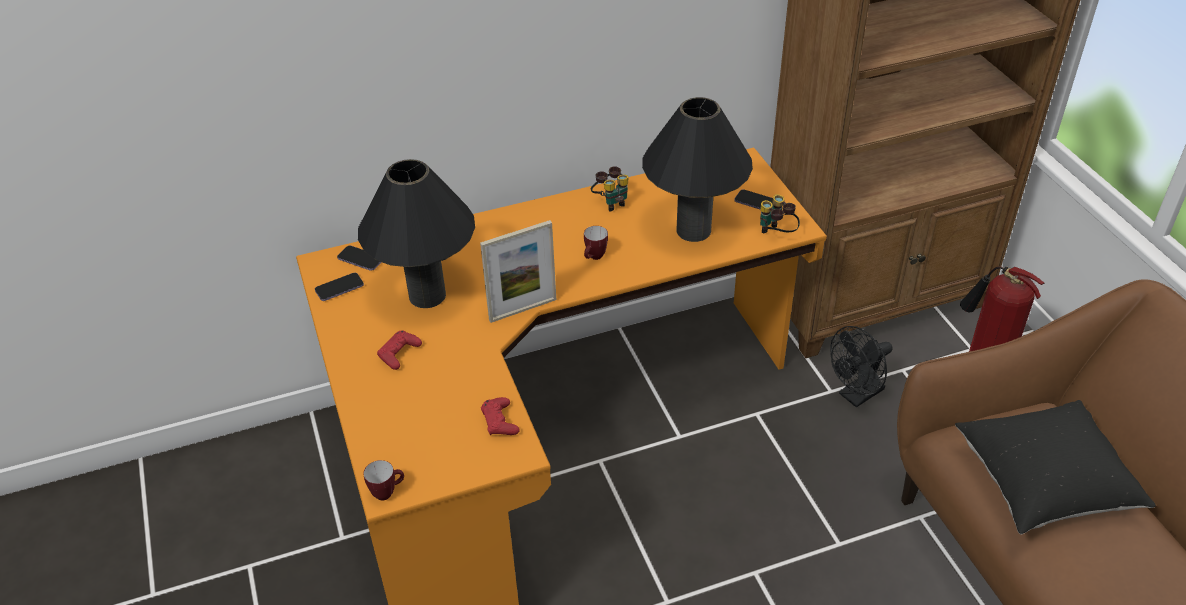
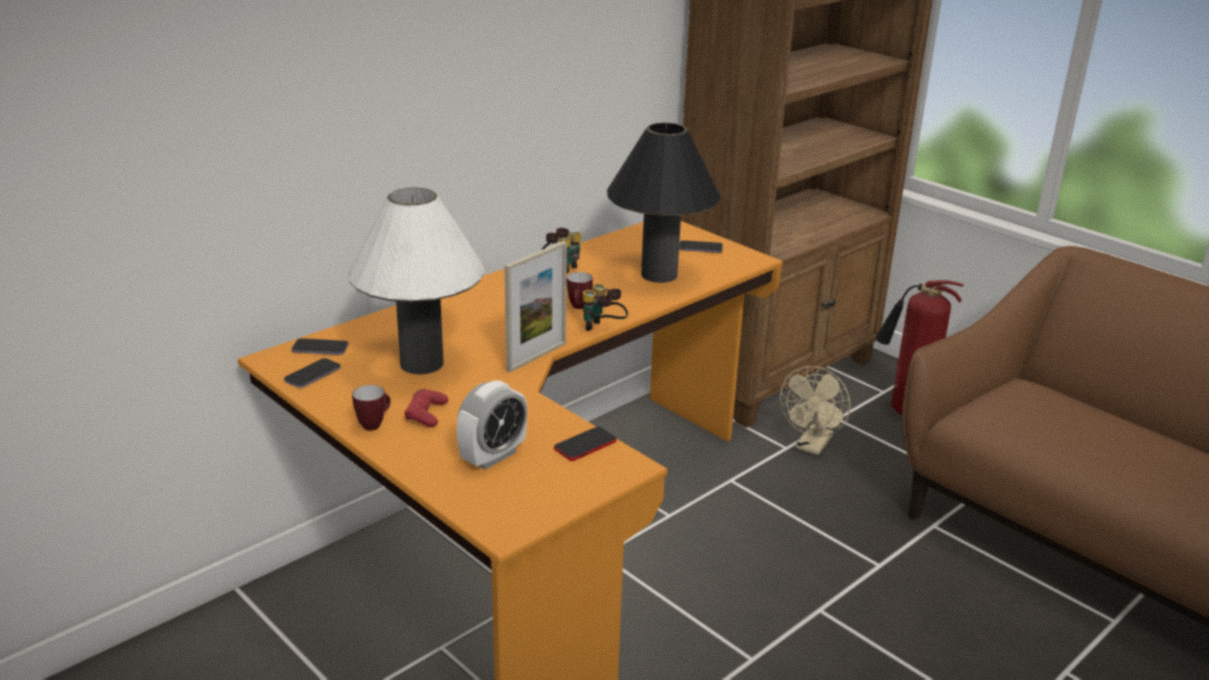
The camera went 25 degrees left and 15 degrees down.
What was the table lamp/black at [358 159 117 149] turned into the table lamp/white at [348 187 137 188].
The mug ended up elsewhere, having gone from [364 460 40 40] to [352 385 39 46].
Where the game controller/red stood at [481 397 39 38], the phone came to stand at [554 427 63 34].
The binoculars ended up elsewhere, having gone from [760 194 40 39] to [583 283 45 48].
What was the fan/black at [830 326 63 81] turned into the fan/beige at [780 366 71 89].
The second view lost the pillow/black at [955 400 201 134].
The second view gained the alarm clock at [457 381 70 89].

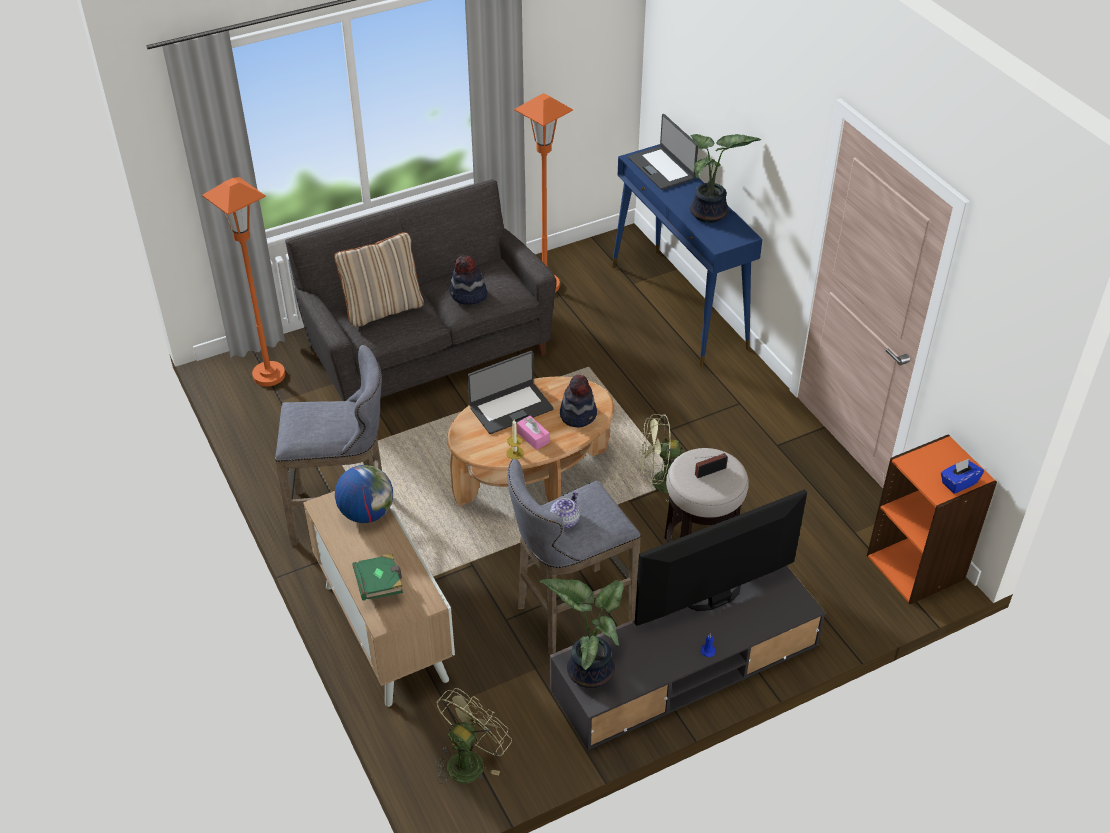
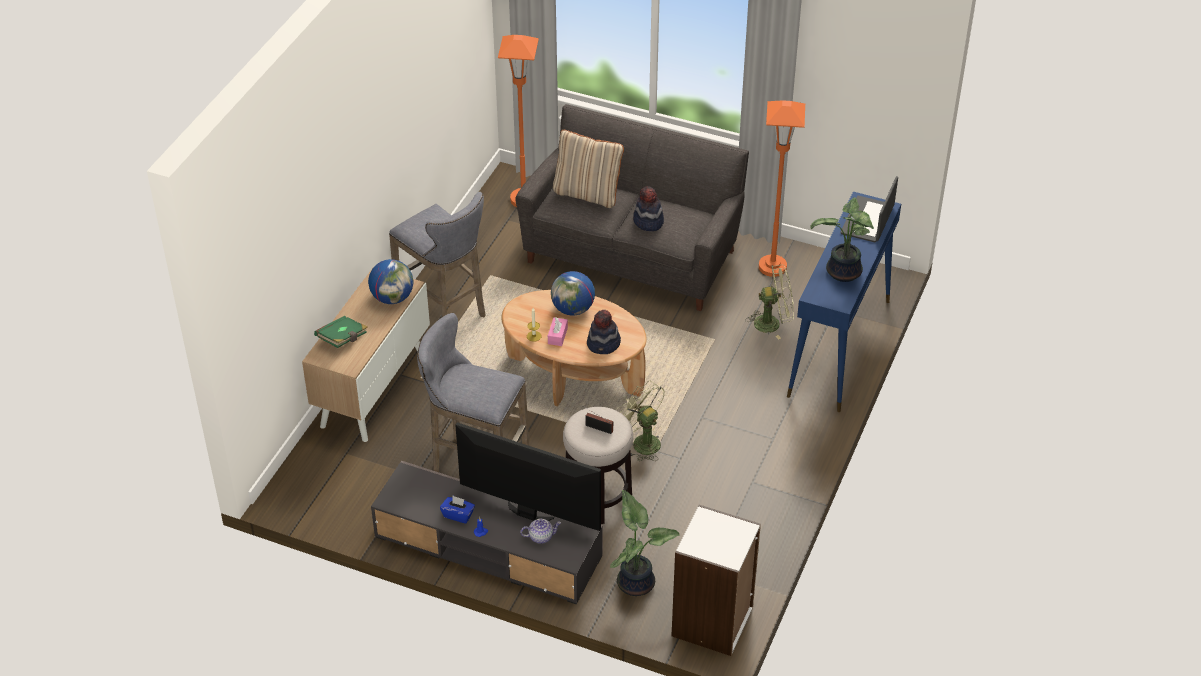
The camera went 50 degrees right and 0 degrees up.
The fan/green ended up elsewhere, having gone from [435 688 77 96] to [745 265 49 75].
Where the laptop stood at [467 351 87 83], the globe came to stand at [551 271 44 45].
The potted plant ended up elsewhere, having gone from [540 579 83 109] to [610 490 70 106].
The teapot ended up elsewhere, having gone from [550 490 30 39] to [520 519 41 25].
What was the bookcase/orange at [867 434 130 170] turned into the bookcase/white at [671 505 90 151].
The tissue box/blue ended up elsewhere, having gone from [941 459 43 35] to [440 496 35 28].

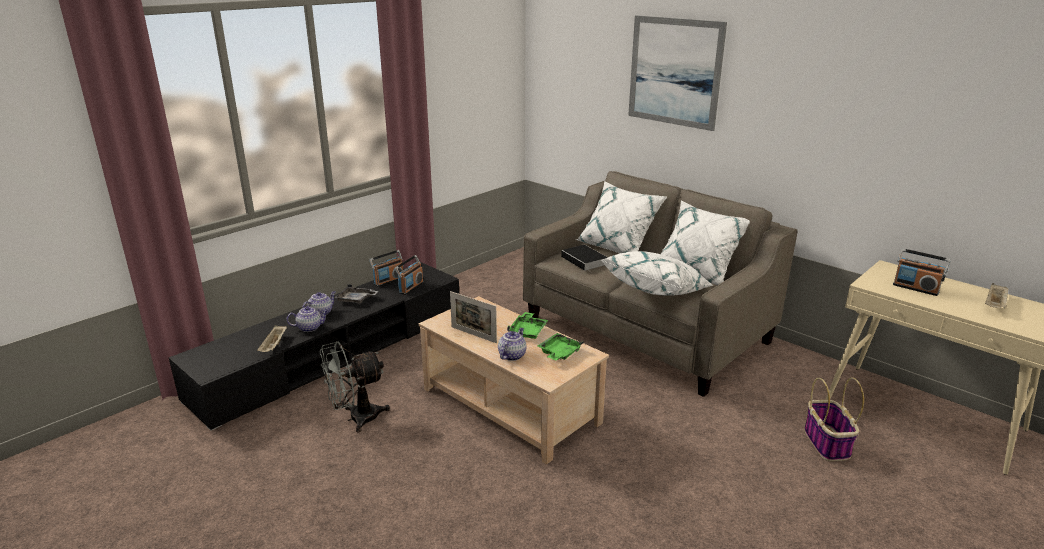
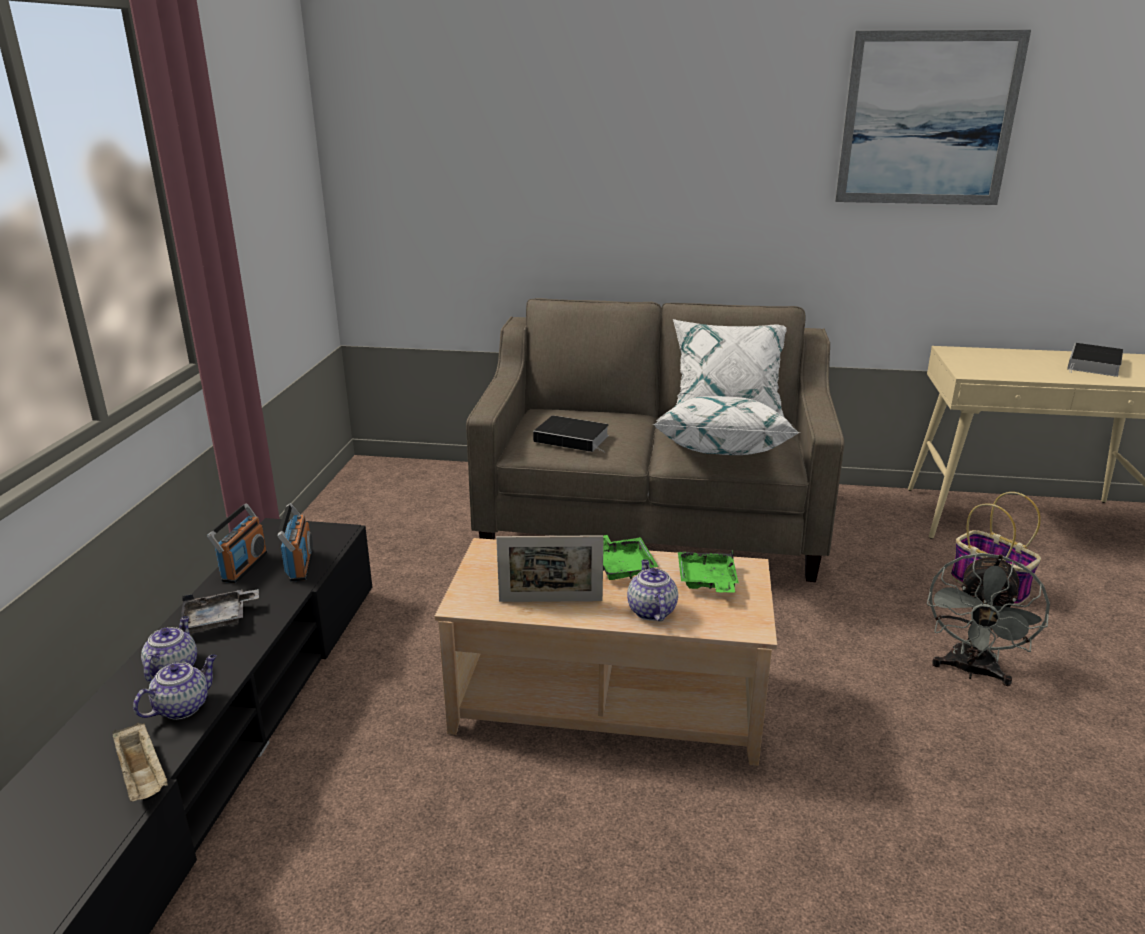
The camera went 35 degrees left and 0 degrees up.
The fan/grey ended up elsewhere, having gone from [320 341 70 92] to [927 553 123 133].
The second view lost the pillow/white at [575 181 92 72].
The picture ended up elsewhere, having gone from [628 15 99 116] to [835 30 196 175].
The second view lost the radio at [893 248 57 48].
Where the tray/beige stood at [985 283 24 25], the book came to stand at [1067 343 56 34].

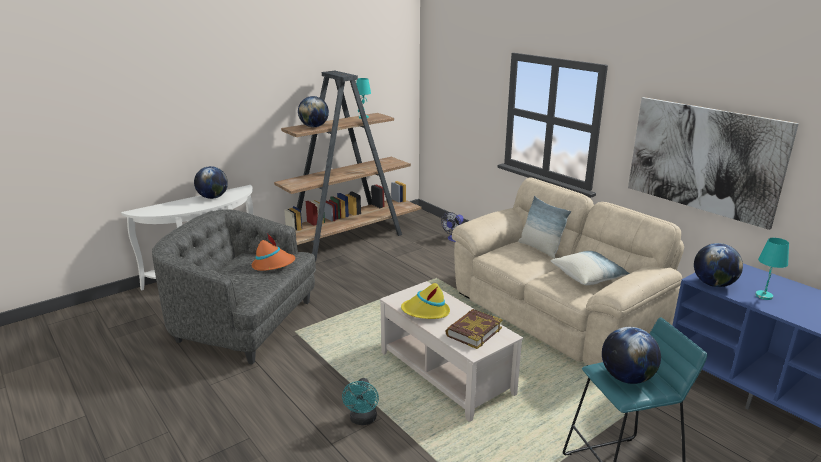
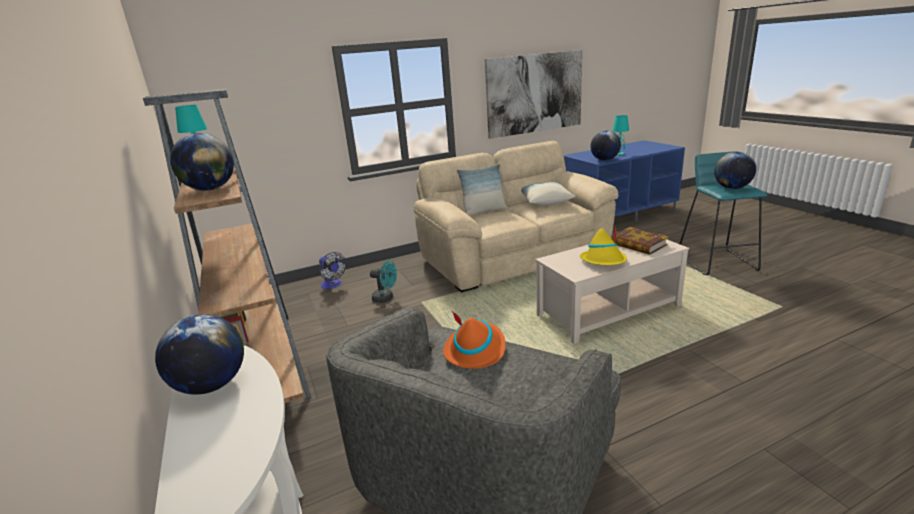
The camera went 75 degrees left and 0 degrees up.
The fan/turquoise ended up elsewhere, having gone from [342 378 37 47] to [370 261 27 42].

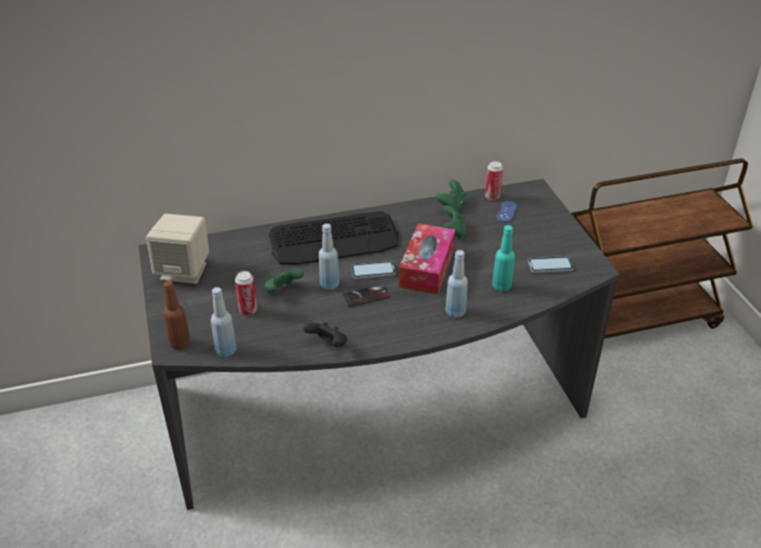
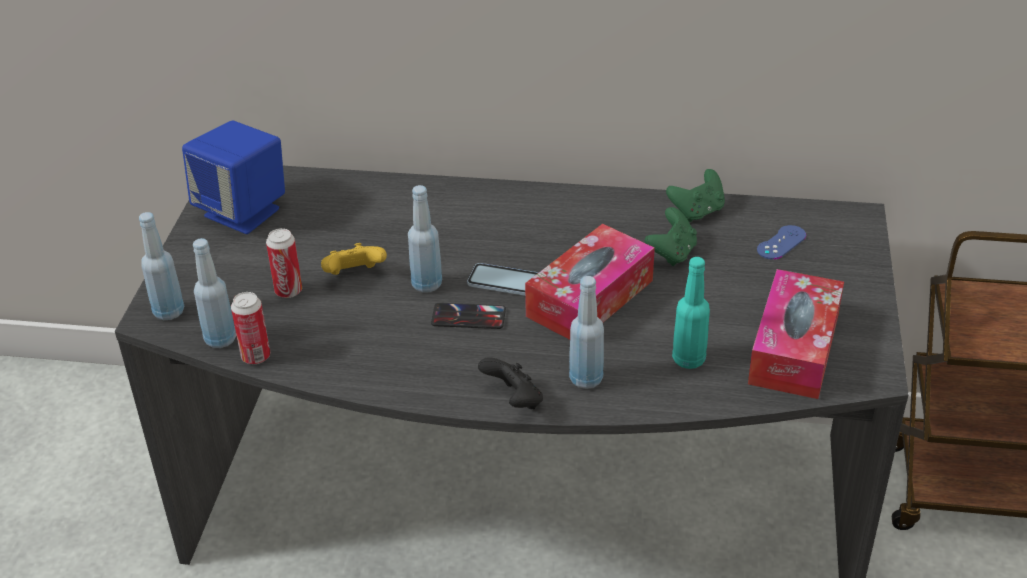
The camera went 25 degrees right and 0 degrees up.
What was the speaker/beige at [146 214 63 70] turned into the speaker/blue at [182 120 103 114].
What was the bottle/brown at [163 280 28 69] turned into the bottle/blue at [139 212 45 108].
What was the game controller/green at [264 269 40 24] turned into the game controller/yellow at [321 243 66 32].
The second view lost the keyboard at [269 211 130 54].
The game controller/black ended up elsewhere, having gone from [303 322 44 25] to [478 357 65 52].
The can ended up elsewhere, having gone from [485 161 18 39] to [231 292 39 72].
Where the phone stood at [528 256 46 17], the tissue box came to stand at [748 269 96 130].

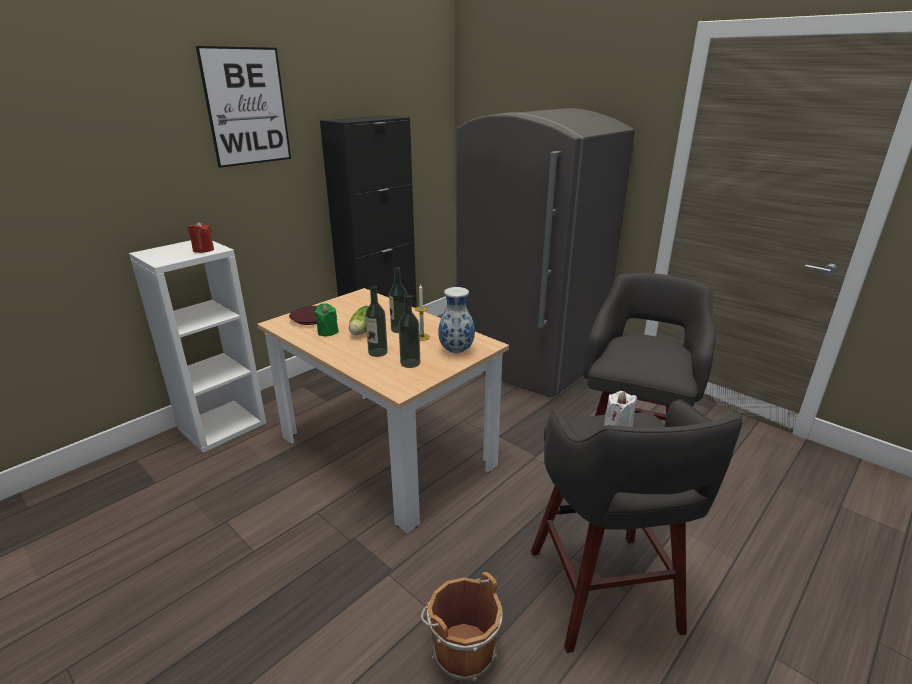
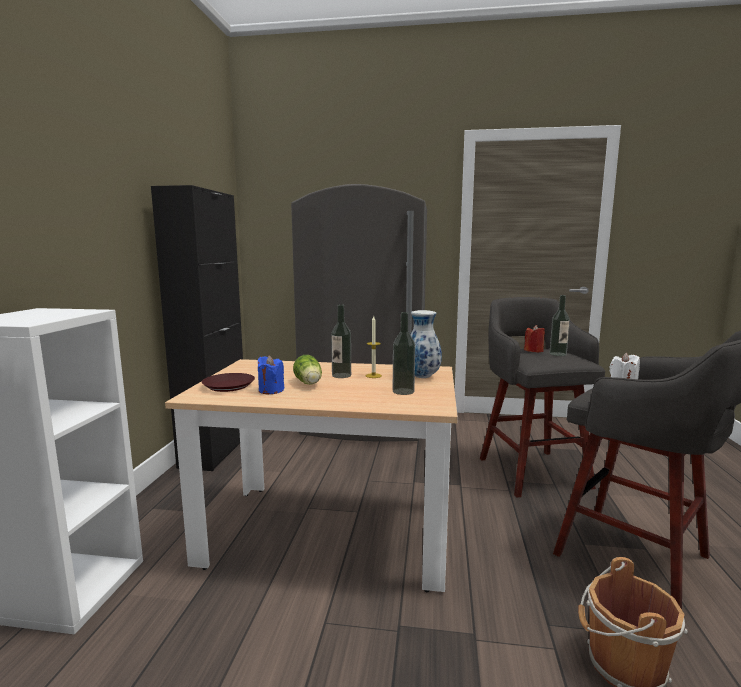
The camera went 35 degrees left and 15 degrees down.
The candle/red ended up elsewhere, having gone from [188 221 26 32] to [524 325 21 28].
The second view lost the picture at [196 46 95 122].
What was the candle/green at [314 303 25 33] turned into the candle/blue at [258 355 26 39].
The bottle ended up elsewhere, having gone from [365 286 23 71] to [550 295 20 61].

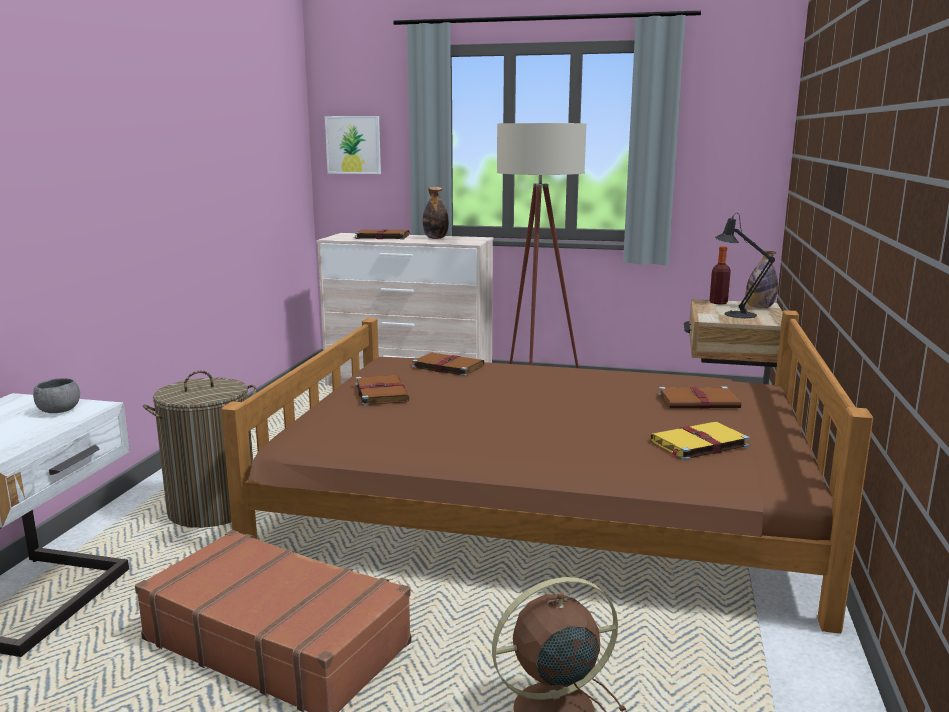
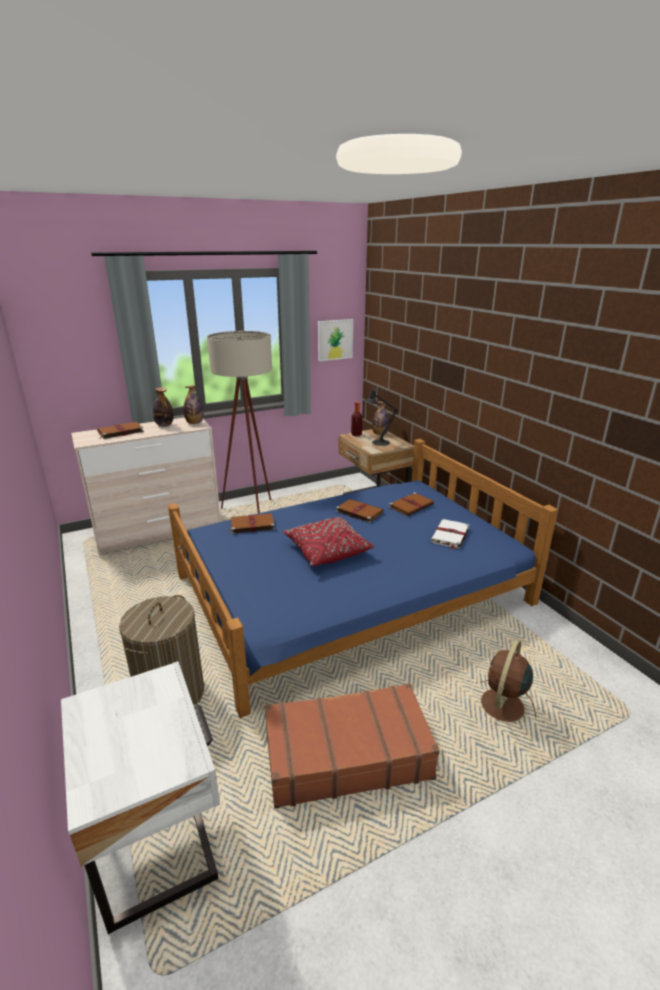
The camera went 40 degrees left and 10 degrees up.
The second view lost the bowl/grey at [33 378 47 35].
What was the bed/brown at [221 310 652 324] turned into the bed/blue at [168 439 390 279].
The picture ended up elsewhere, having gone from [325 116 56 58] to [318 319 35 42].
The book/brown ended up elsewhere, having gone from [356 375 54 31] to [336 499 48 24].
What was the book/yellow at [650 422 100 38] turned into the book/white at [431 519 39 31].
The second view gained the bottle at [183 385 21 39].
The second view gained the pillow/red at [283 517 91 49].

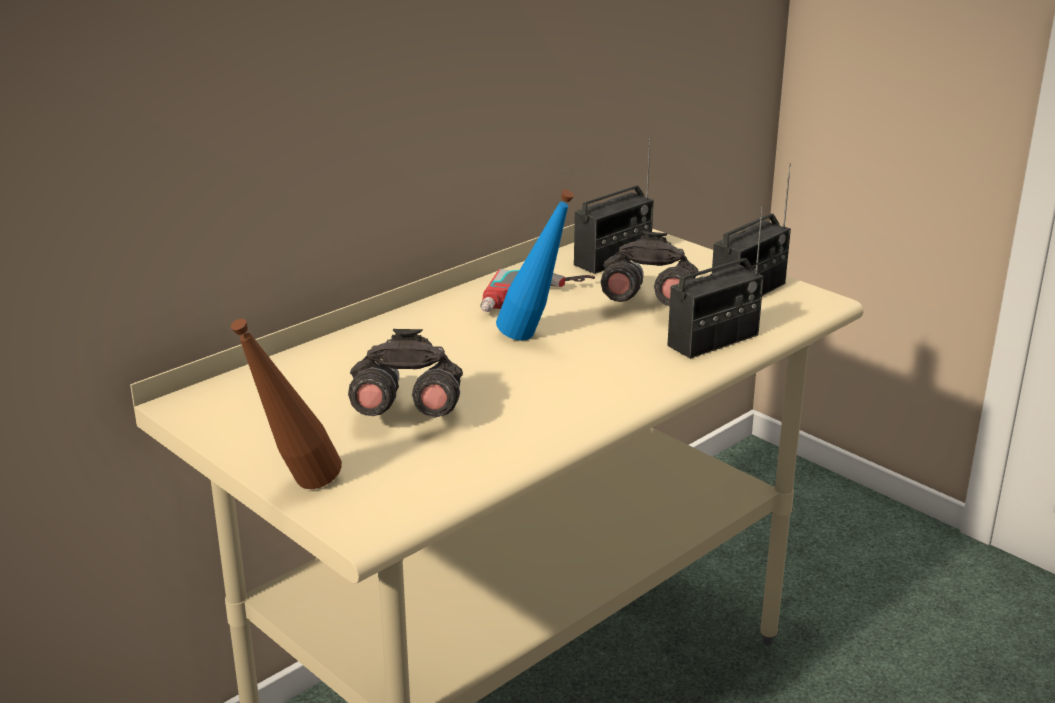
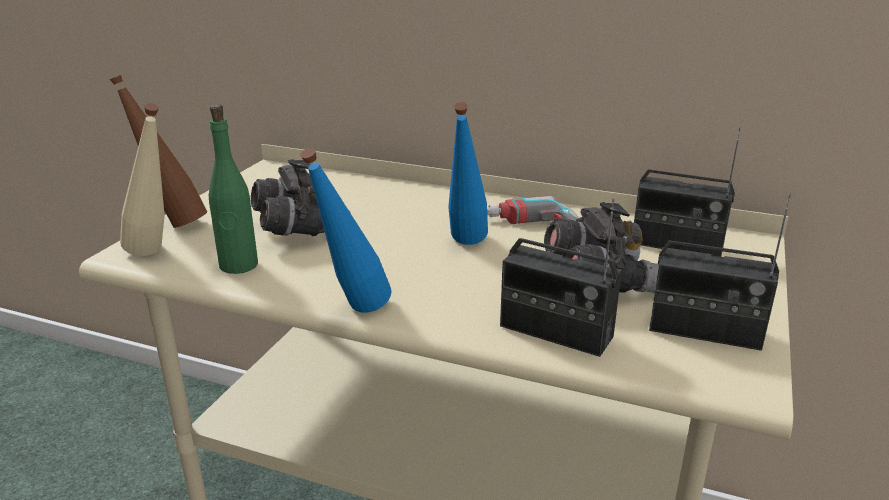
The camera went 65 degrees right and 0 degrees up.
The second view gained the bottle/beige at [120 103 45 153].
The second view gained the bottle/green at [209 104 49 170].
The second view gained the bottle/blue at [300 148 92 165].

